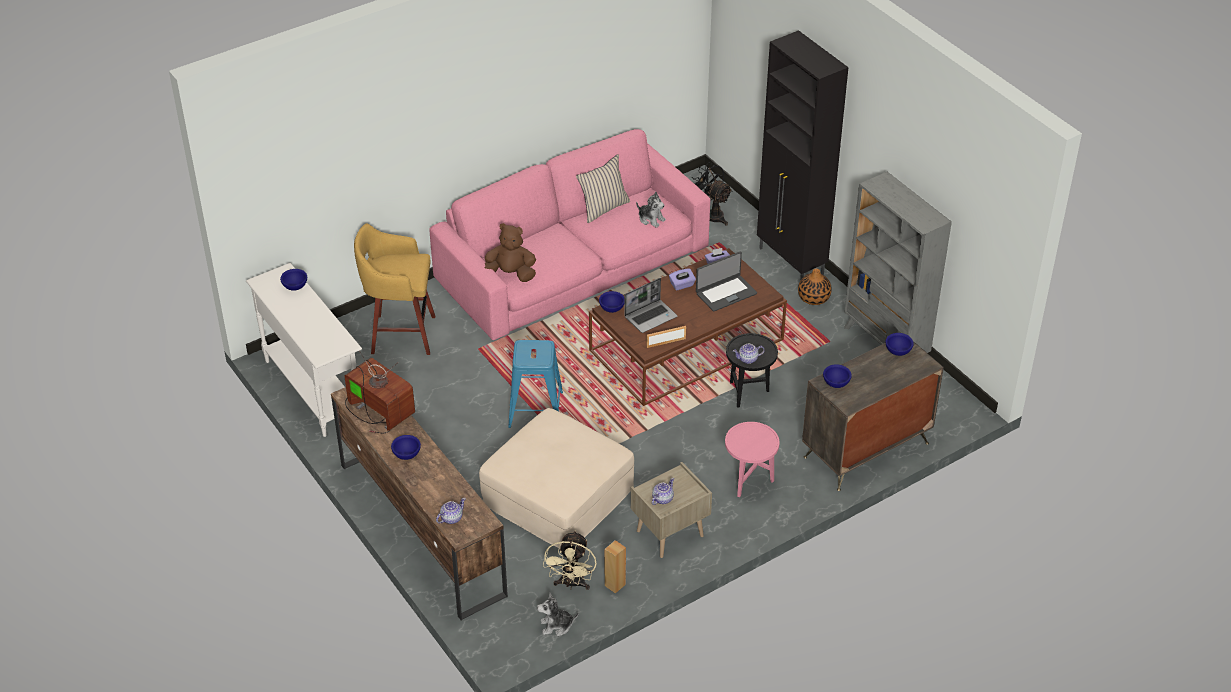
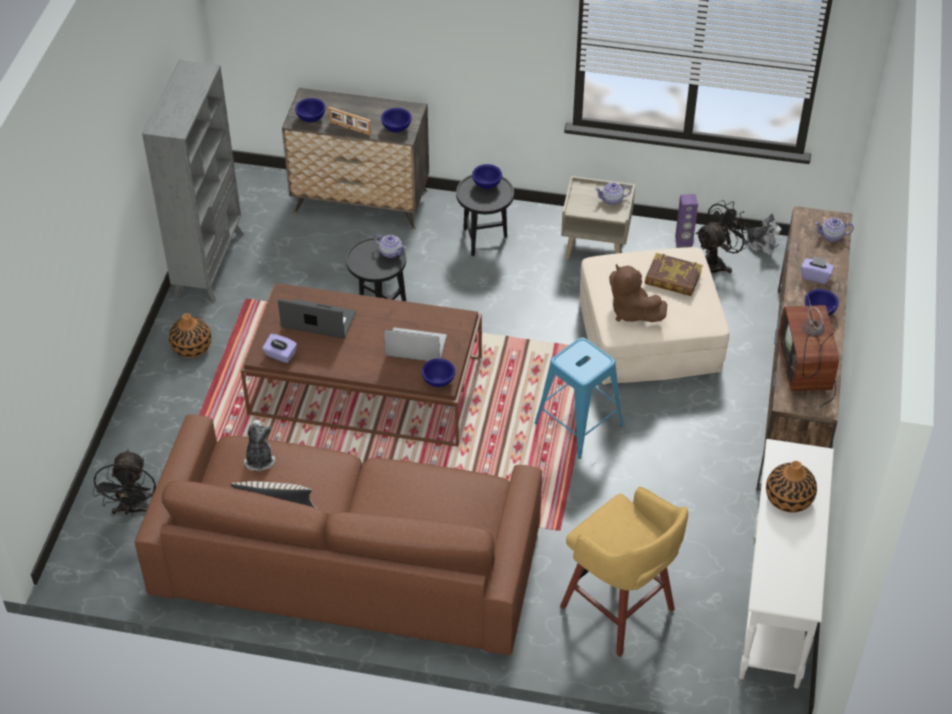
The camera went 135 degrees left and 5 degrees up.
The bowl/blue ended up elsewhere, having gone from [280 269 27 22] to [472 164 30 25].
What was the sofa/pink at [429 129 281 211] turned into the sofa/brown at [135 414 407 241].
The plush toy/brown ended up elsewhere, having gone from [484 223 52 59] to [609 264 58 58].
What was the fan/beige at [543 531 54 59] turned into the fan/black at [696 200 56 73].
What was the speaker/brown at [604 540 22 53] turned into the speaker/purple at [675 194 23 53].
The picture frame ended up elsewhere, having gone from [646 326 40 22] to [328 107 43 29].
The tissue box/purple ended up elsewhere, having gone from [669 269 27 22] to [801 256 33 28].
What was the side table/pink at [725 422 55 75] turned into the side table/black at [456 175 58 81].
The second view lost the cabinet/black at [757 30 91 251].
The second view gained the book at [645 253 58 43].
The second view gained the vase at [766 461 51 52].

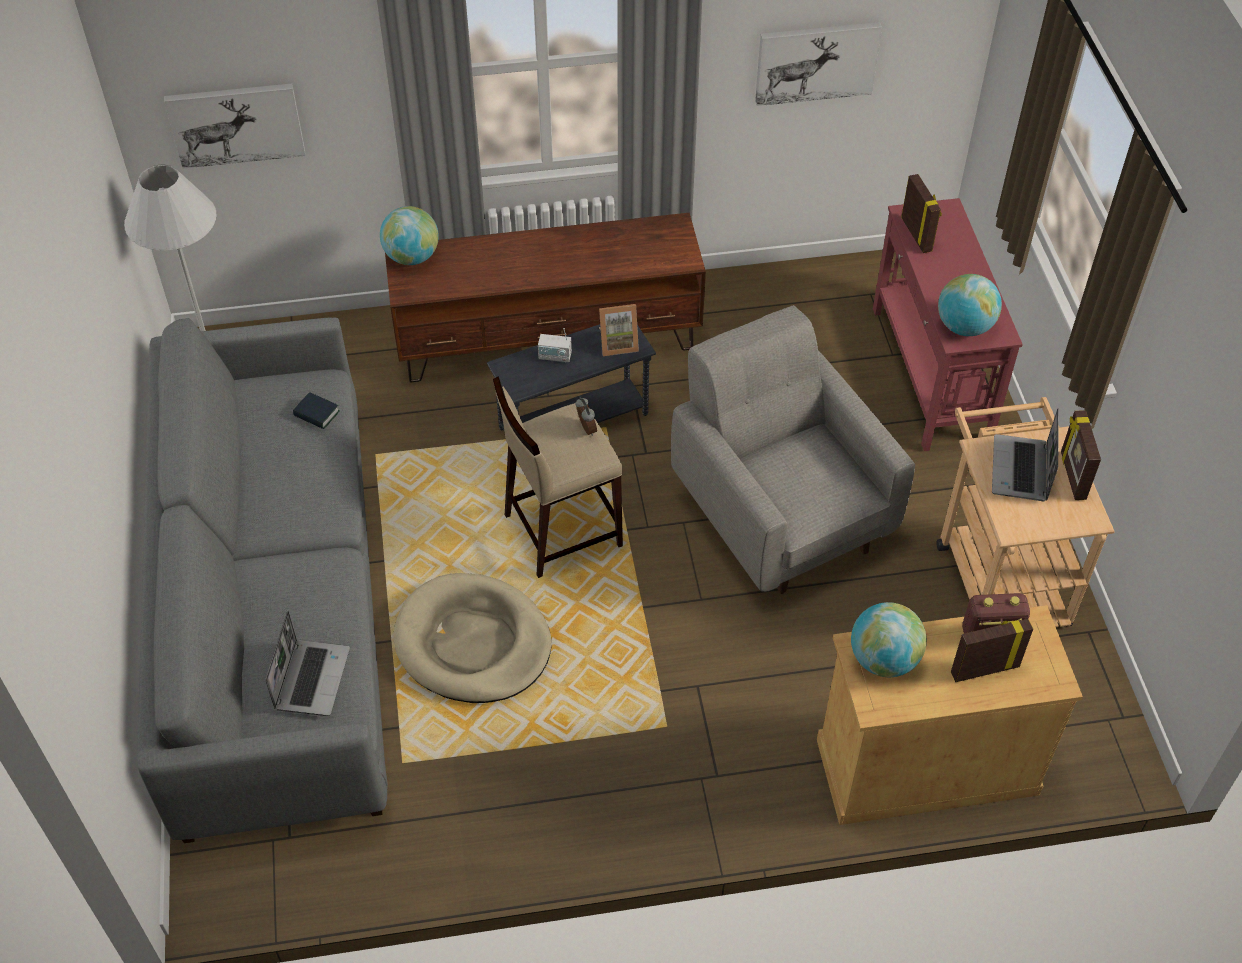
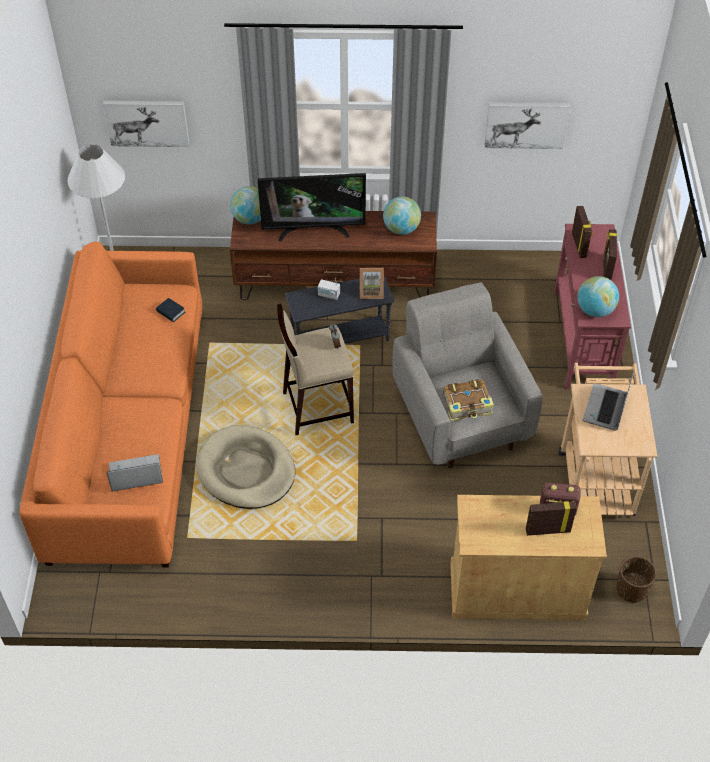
The camera went 10 degrees right and 0 degrees up.
What was the sofa/grey at [137 318 251 525] turned into the sofa/orange at [19 242 183 325].
The laptop at [265 611 85 105] ended up facing another way, 120 degrees counterclockwise from before.
The globe ended up elsewhere, having gone from [851 602 76 75] to [383 196 38 39].
The picture frame ended up elsewhere, having gone from [1061 410 40 90] to [603 229 14 51].
The second view gained the television at [258 173 108 68].
The second view gained the book at [443 379 51 43].
The second view gained the planter/brown at [616 556 40 47].

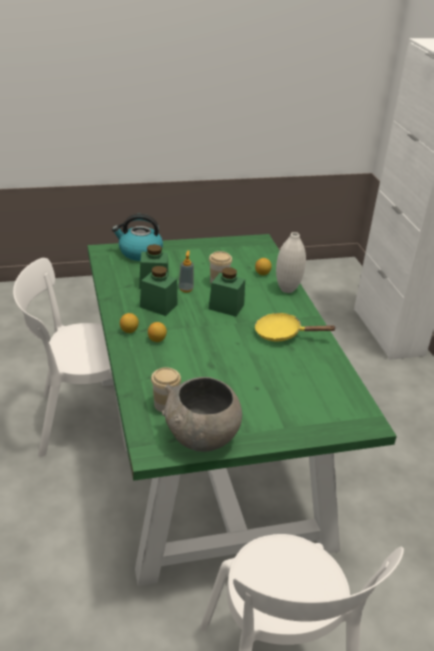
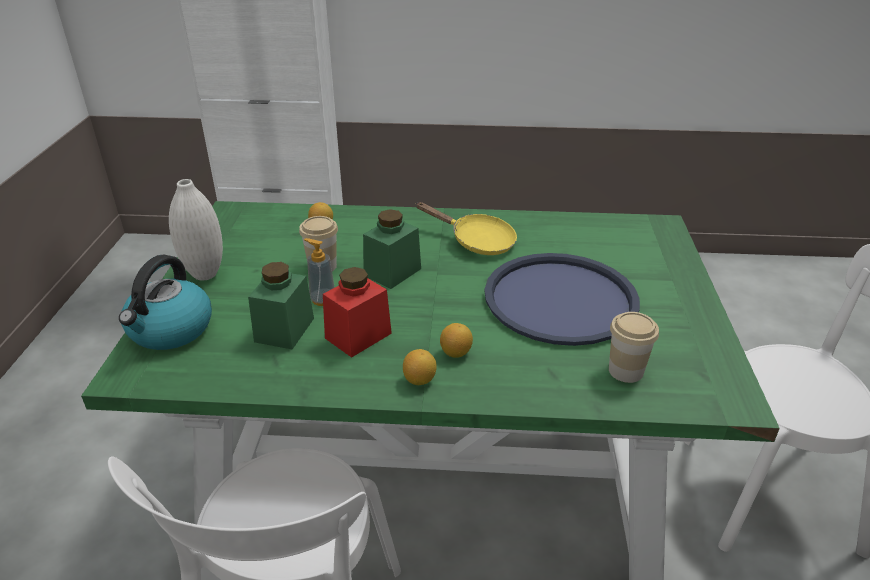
The camera went 70 degrees left and 0 degrees up.
What was the jar/green at [140 266 38 50] turned into the jar/red at [323 267 69 91].
The second view lost the bowl/grey at [162 377 80 75].
The frying pan/yellow at [255 313 82 29] ended up facing another way, 90 degrees counterclockwise from before.
The vase/white ended up elsewhere, having gone from [276 232 30 61] to [169 179 54 102].
The second view gained the tray/blue at [484 253 156 93].

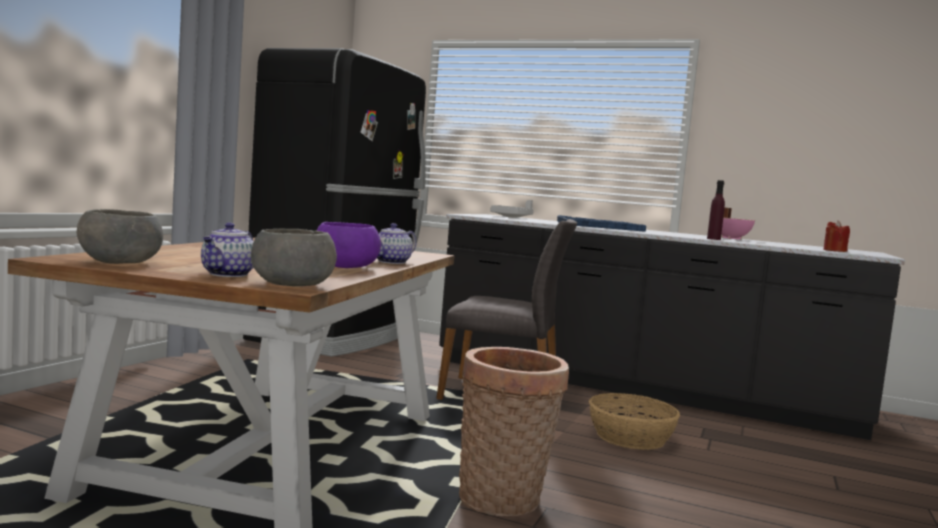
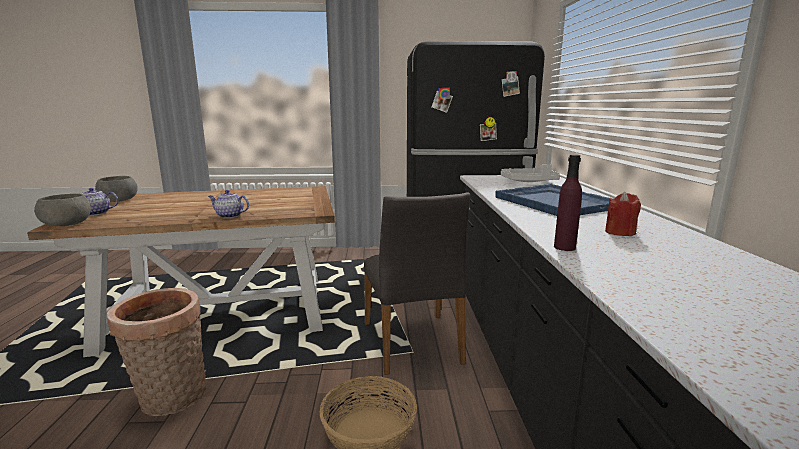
The camera went 65 degrees right and 10 degrees up.
The second view lost the bowl/purple at [316 222 65 46].
The second view lost the cooking pot/pink at [721 208 35 32].
The candle/red ended up elsewhere, having gone from [823 220 27 32] to [605 192 36 44].

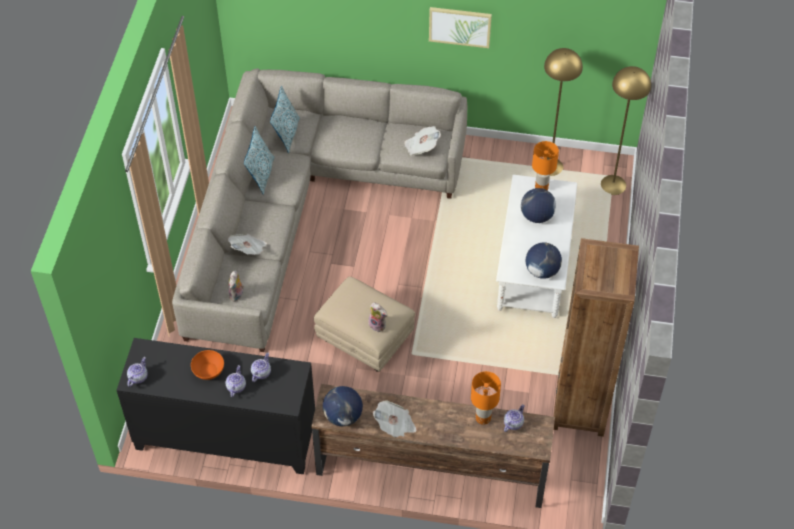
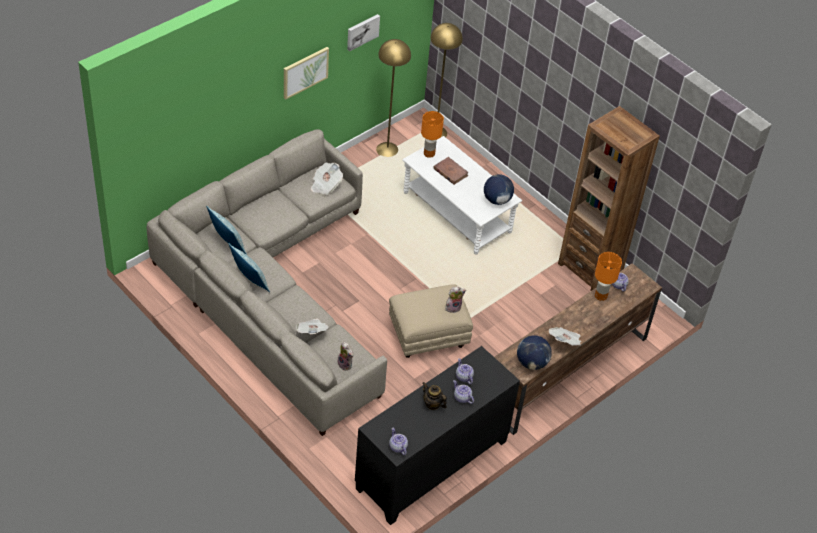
The camera went 55 degrees left and 5 degrees down.
Where the bowl/orange stood at [191 350 33 30], the teapot came to stand at [423 382 24 28].
Where the globe stood at [521 188 35 35], the book/brown came to stand at [433 157 36 28].
The second view gained the picture at [347 14 33 37].

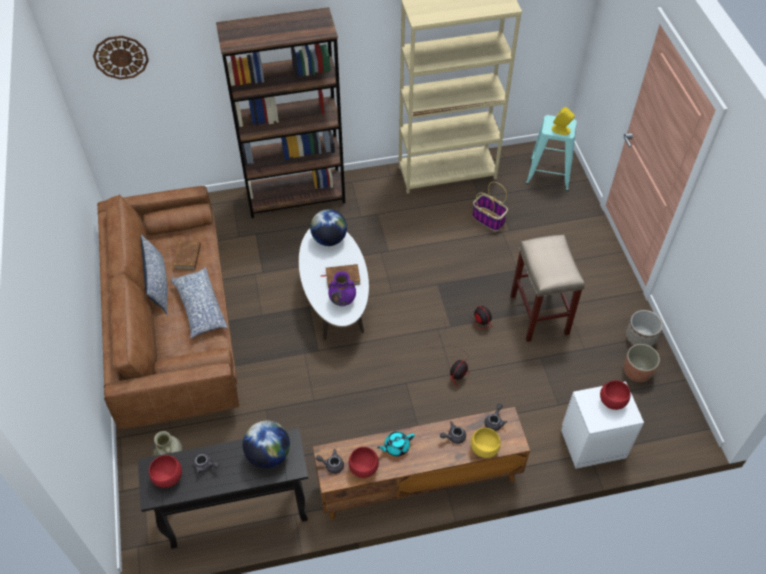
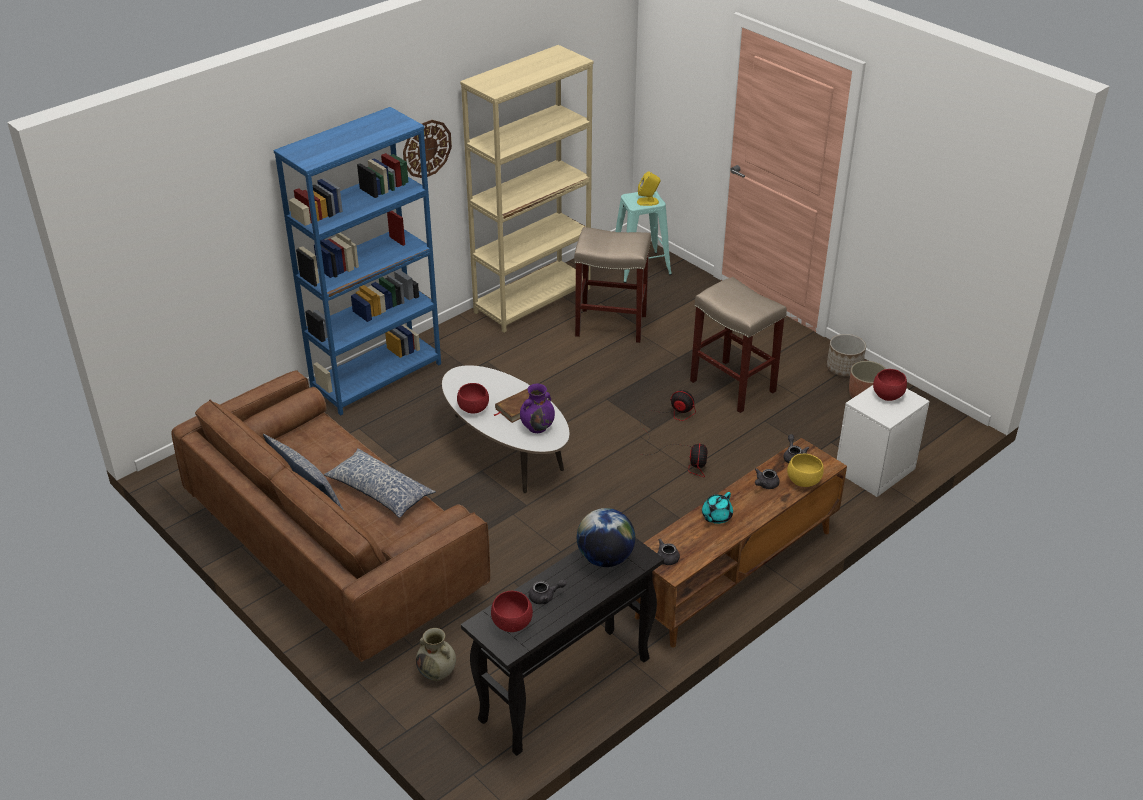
The camera went 30 degrees left and 15 degrees down.
The wall clock ended up elsewhere, having gone from [93 36 56 44] to [403 120 49 58].
The second view lost the book/brown at [173 241 28 29].
What was the bookcase/brown at [216 7 129 211] turned into the bookcase/blue at [273 107 168 309].
The second view lost the globe at [310 209 37 37].
The bowl/red ended up elsewhere, having gone from [349 447 30 31] to [457 383 32 31].
Where the basket stood at [472 182 36 49], the stool/beige came to stand at [574 227 77 116].

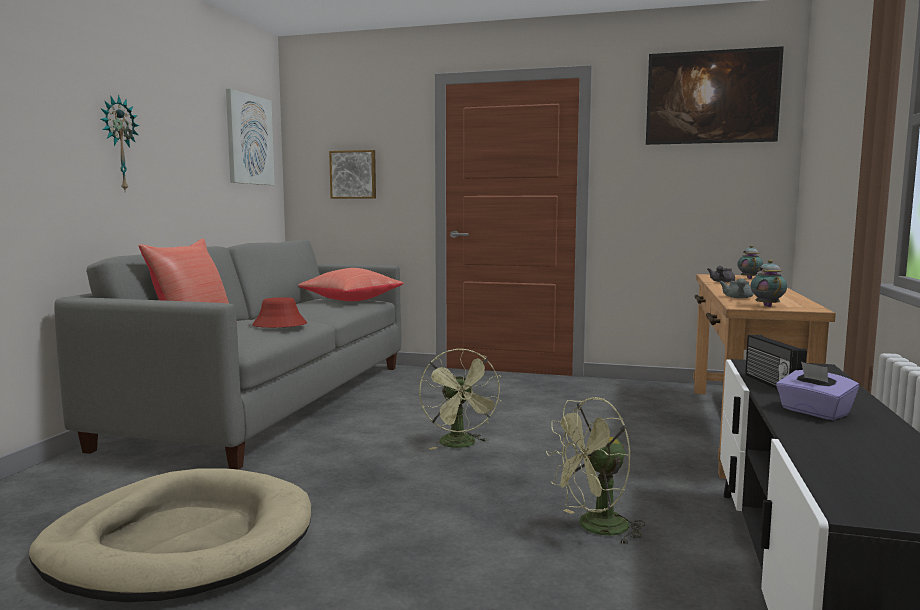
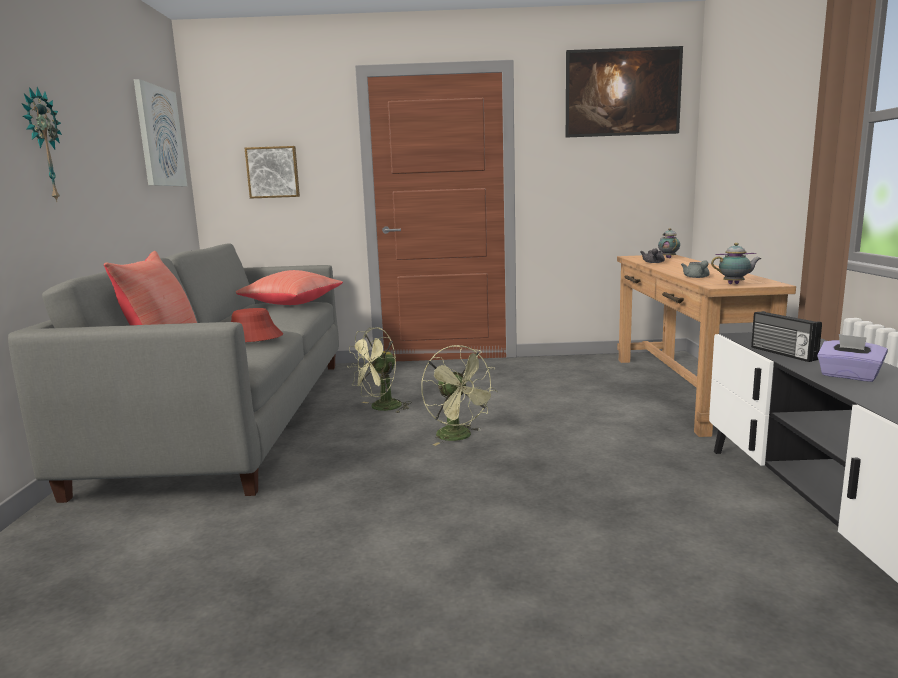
The camera went 15 degrees left and 5 degrees up.
The second view lost the dog bed/beige at [29 468 282 134].
The fan/green ended up elsewhere, having gone from [546 397 100 148] to [347 327 65 87].
The teapot at [751 260 36 47] ended up facing another way, 105 degrees clockwise from before.

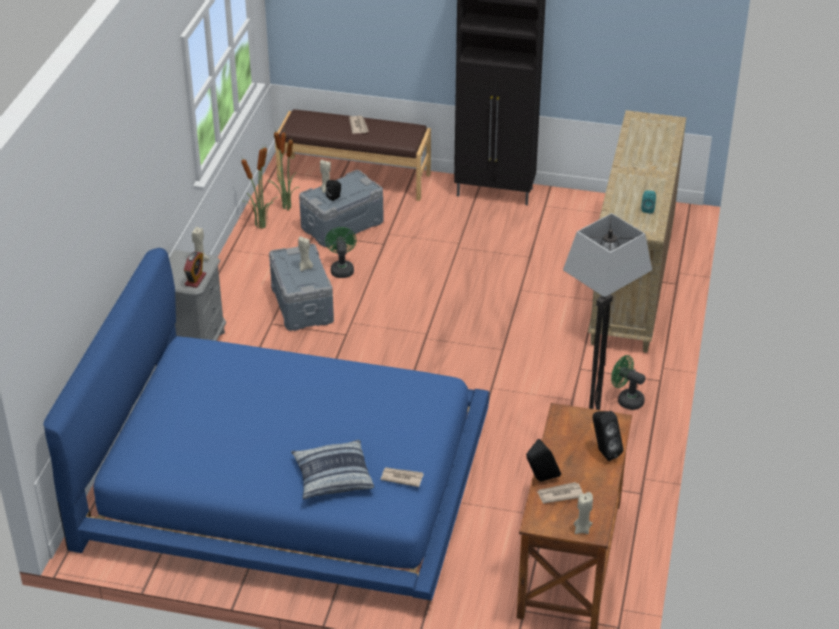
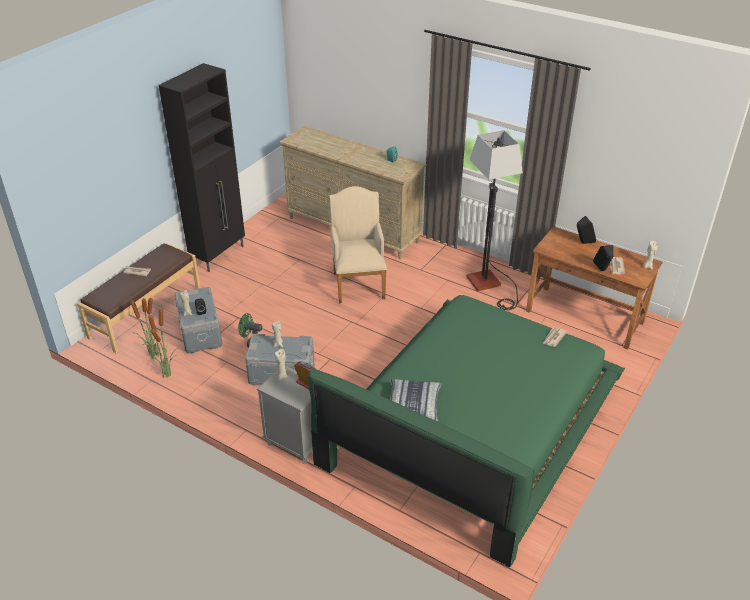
The camera went 70 degrees left and 0 degrees up.
What was the bed/blue at [43 248 447 353] turned into the bed/green at [308 295 317 272].
The pillow ended up elsewhere, having gone from [291 440 83 60] to [390 379 51 43].
The second view lost the fan/green at [611 355 34 55].
The second view gained the armchair/beige at [329 186 58 117].

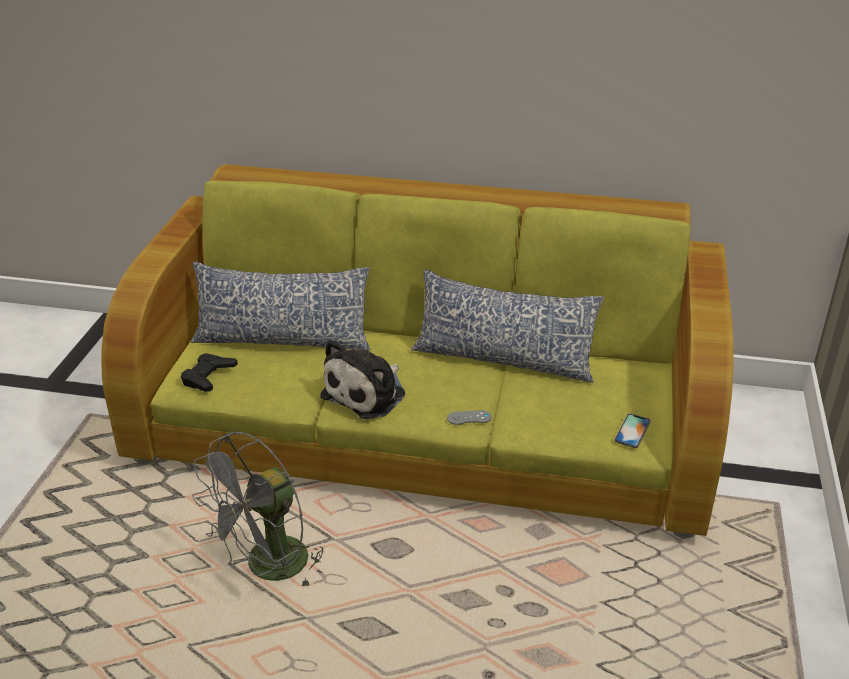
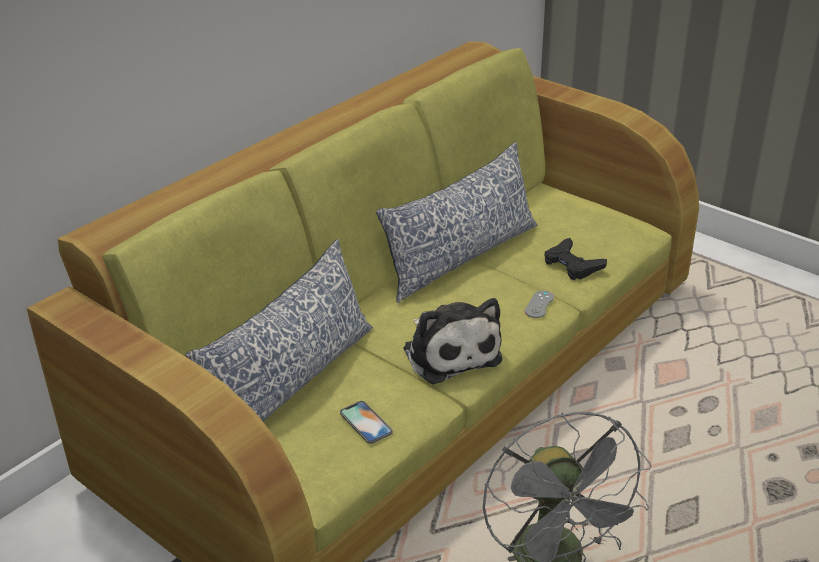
The camera went 60 degrees left and 0 degrees up.
The game controller/black ended up elsewhere, having gone from [181 353 57 39] to [544 238 63 42].
The phone ended up elsewhere, having gone from [614 414 36 34] to [340 401 53 43].

